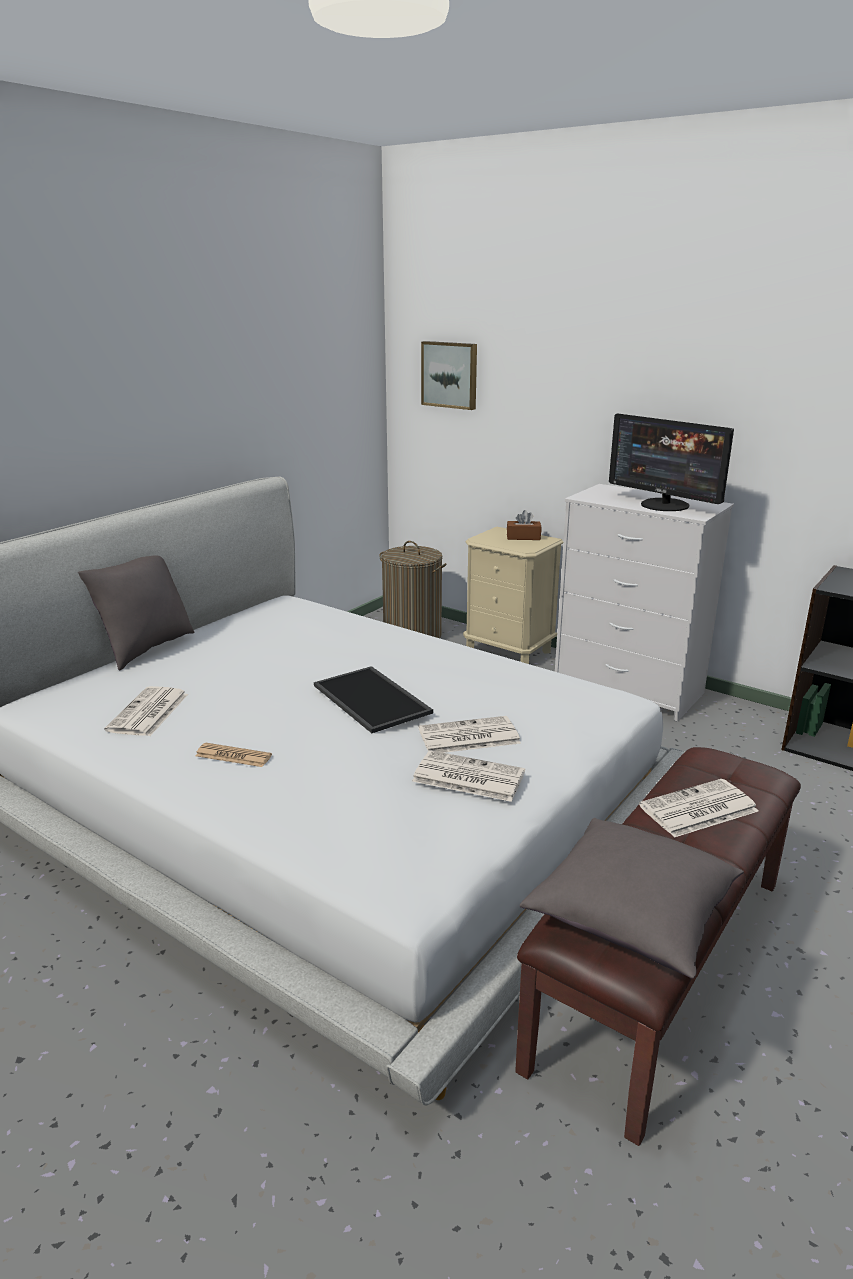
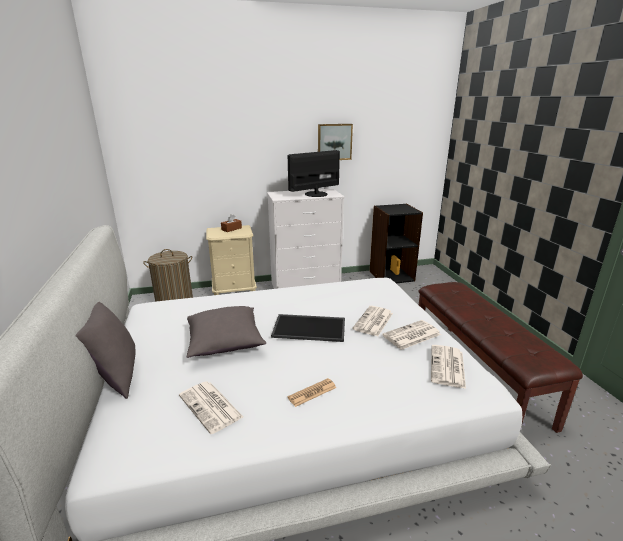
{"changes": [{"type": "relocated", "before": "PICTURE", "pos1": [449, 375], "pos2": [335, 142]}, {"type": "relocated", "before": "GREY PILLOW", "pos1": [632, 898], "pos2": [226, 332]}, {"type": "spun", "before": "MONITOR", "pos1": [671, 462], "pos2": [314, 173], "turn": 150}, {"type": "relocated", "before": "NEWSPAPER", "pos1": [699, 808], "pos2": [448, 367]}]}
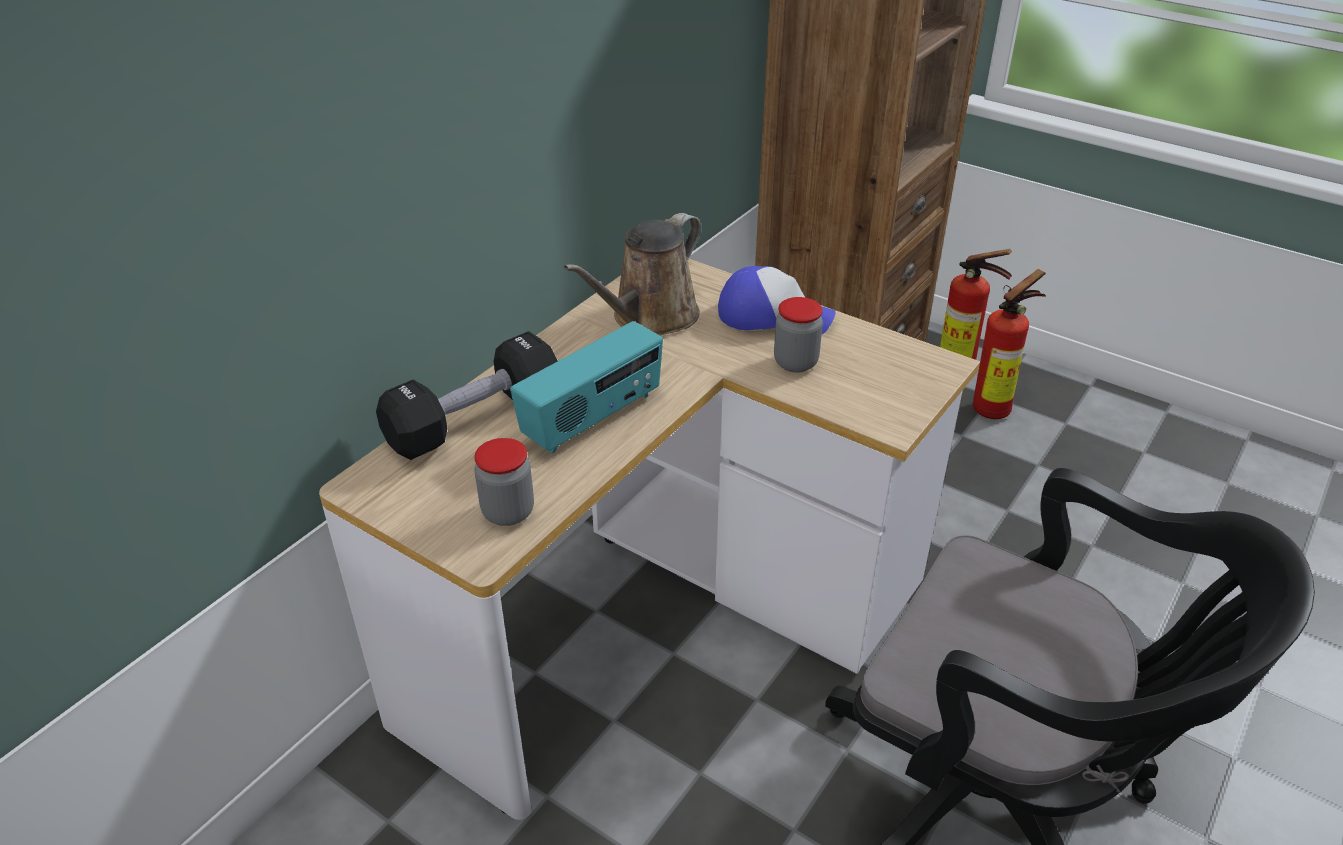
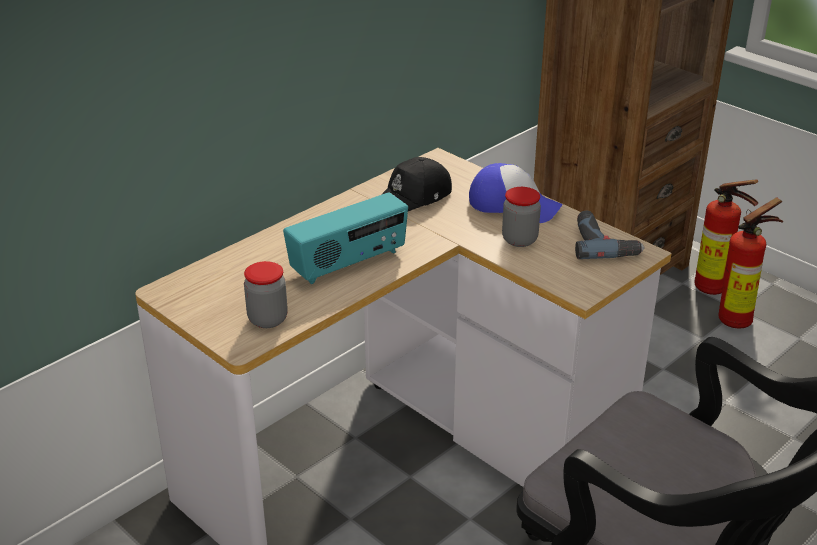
{"changes": [{"type": "missing", "before": "BLACK DUMBBELL", "pos1": [467, 395]}, {"type": "exchanged", "before": "BROWN WATERING CAN", "after": "BLACK CAP", "pos1": [632, 274], "pos2": [416, 184]}, {"type": "appeared", "after": "POWER DRILL", "pos2": [610, 235]}]}
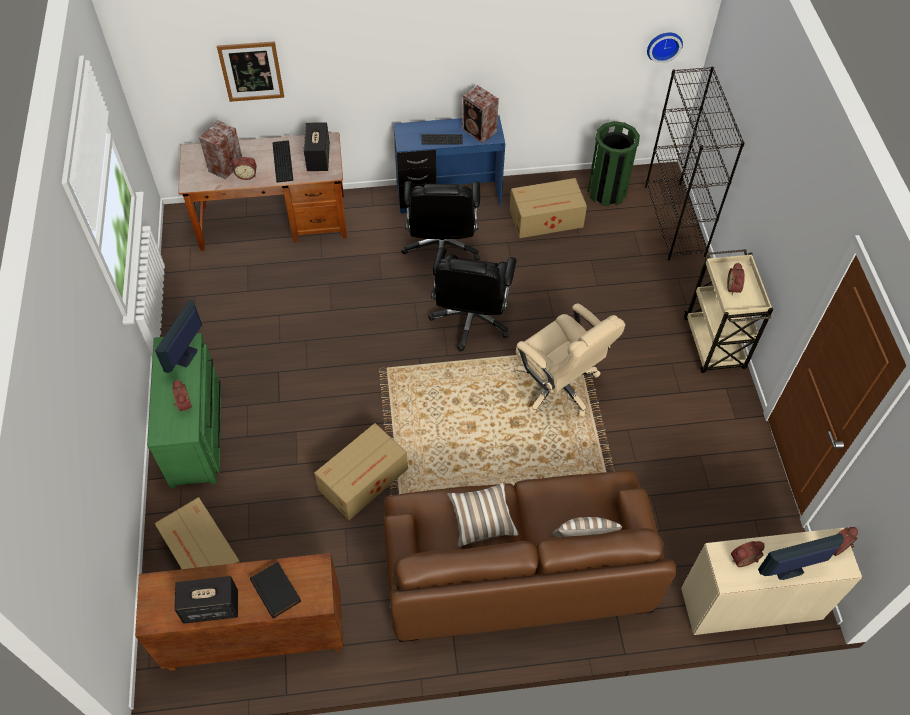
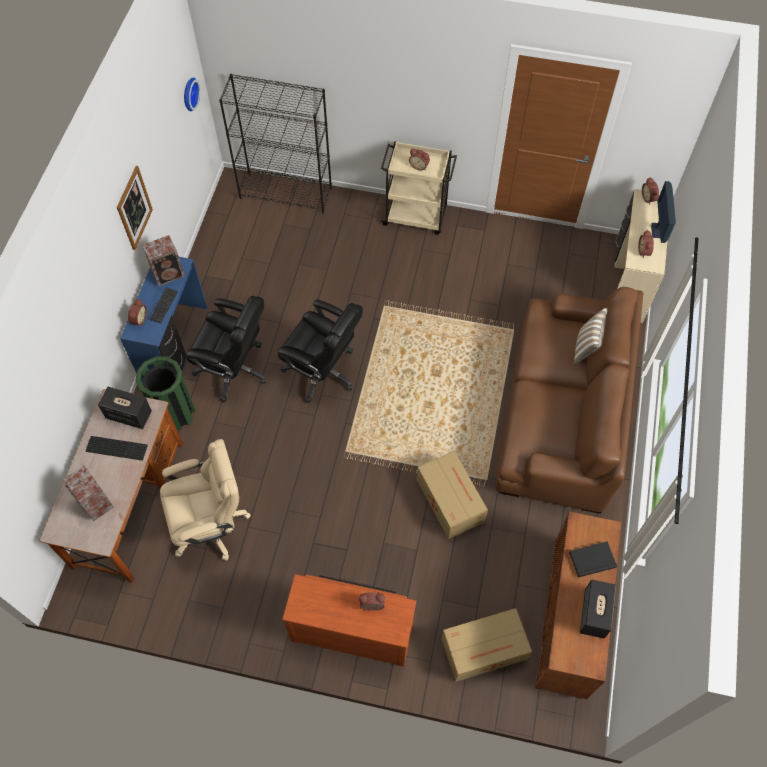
{"changes": [{"type": "colour", "before": "GREEN DRESSER", "after": "BROWN DRESSER", "pos1": [184, 410], "pos2": [349, 620]}, {"type": "missing", "before": "MONITOR", "pos1": [178, 336]}, {"type": "relocated", "before": "PICTURE", "pos1": [250, 71], "pos2": [135, 208]}, {"type": "relocated", "before": "ALARM CLOCK", "pos1": [244, 168], "pos2": [137, 313]}, {"type": "missing", "before": "PILLOW", "pos1": [483, 515]}, {"type": "missing", "before": "CARDBOARD BOX", "pos1": [548, 208]}, {"type": "relocated", "before": "BEIGE OFFICE CHAIR", "pos1": [569, 360], "pos2": [205, 500]}, {"type": "relocated", "before": "GREEN TRASH CAN", "pos1": [613, 164], "pos2": [165, 393]}]}
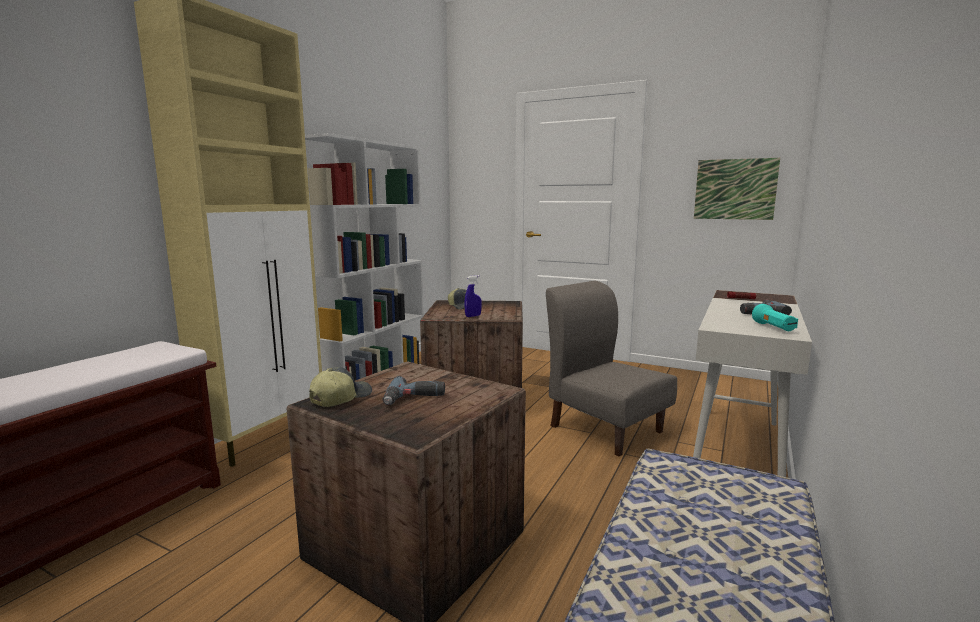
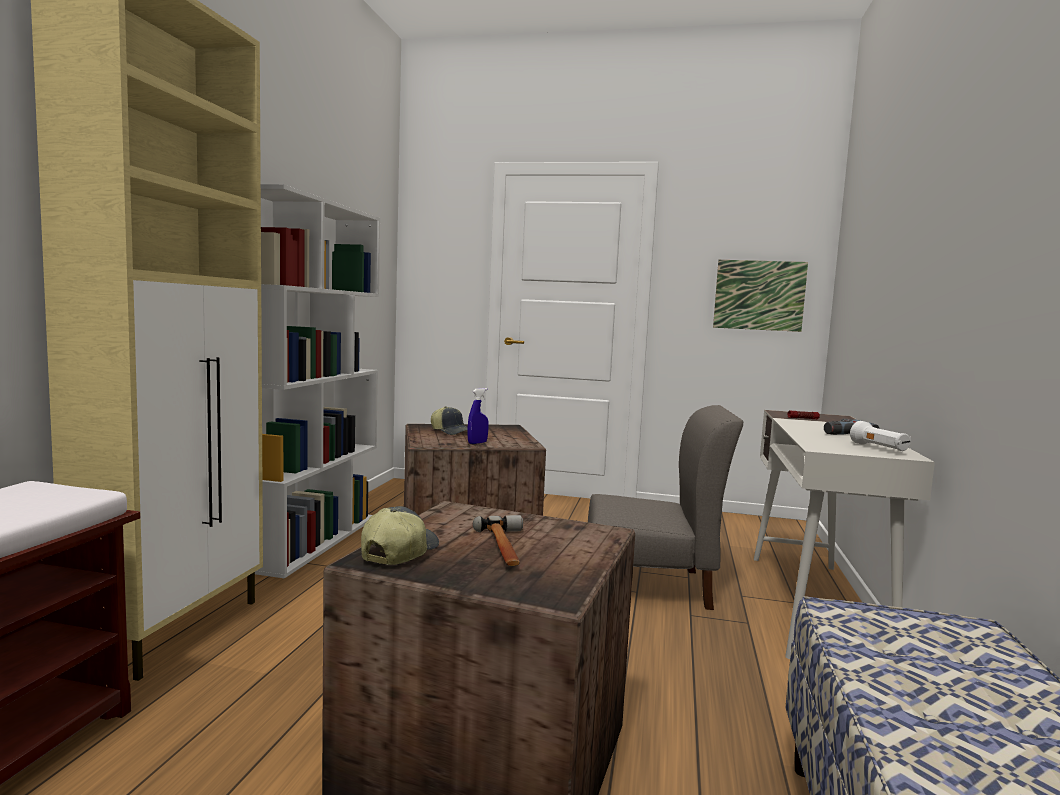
{"changes": [{"type": "exchanged", "before": "POWER DRILL", "after": "HAMMER", "pos1": [414, 390], "pos2": [498, 540]}, {"type": "spun", "before": "GREY CHAIR", "pos1": [611, 368], "pos2": [665, 507], "turn": 150}, {"type": "colour", "before": "TURQUOISE FLASHLIGHT", "after": "WHITE FLASHLIGHT", "pos1": [775, 317], "pos2": [880, 436]}]}
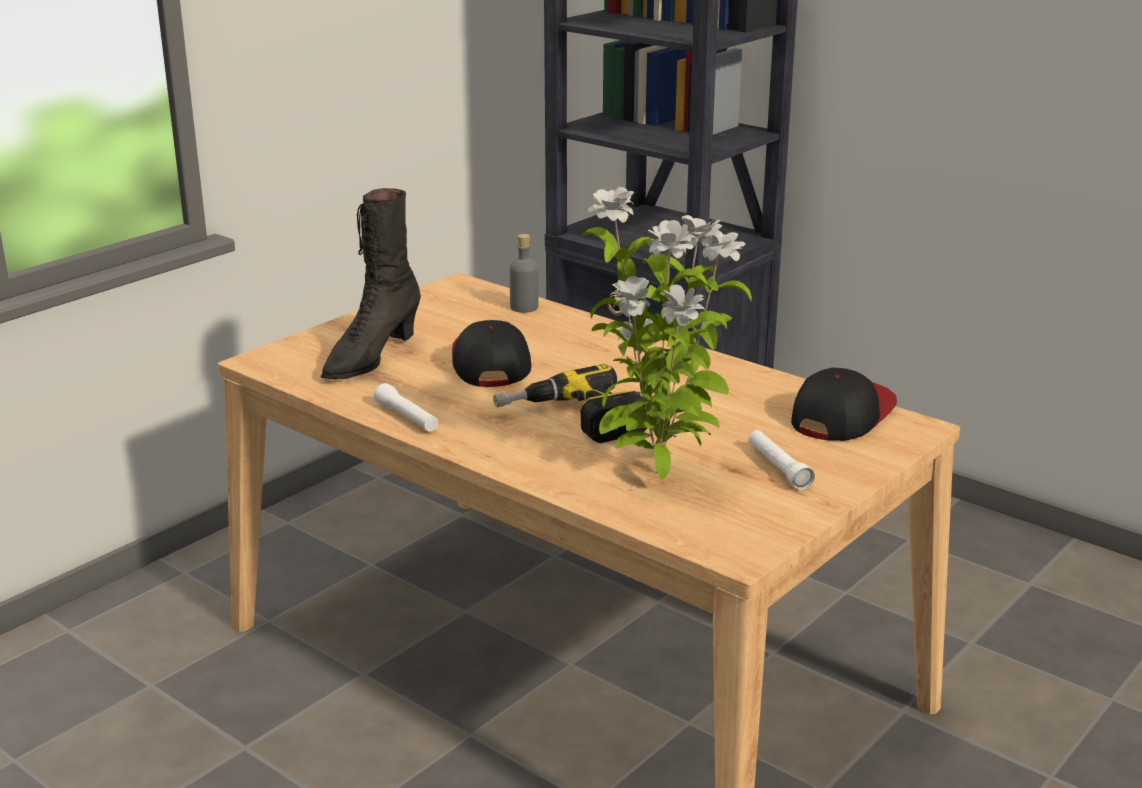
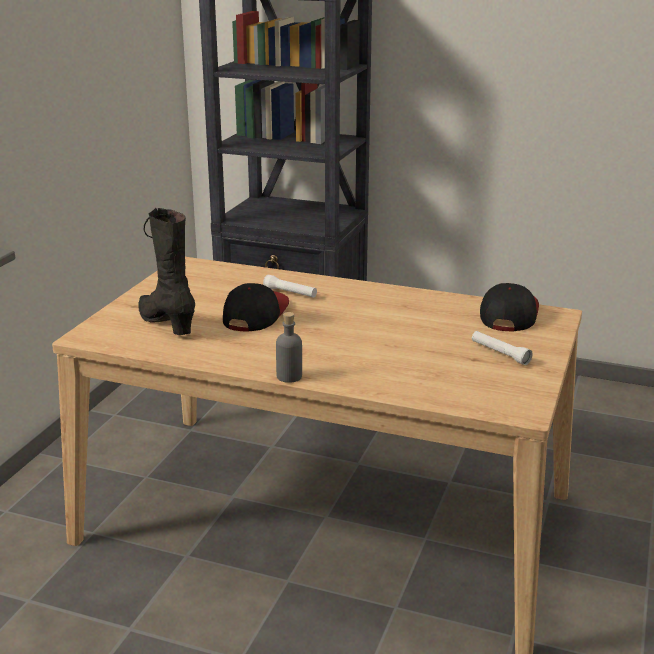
{"changes": [{"type": "spun", "before": "BLACK BOOT", "pos1": [371, 284], "pos2": [167, 271], "turn": 135}, {"type": "relocated", "before": "WHITE FLASHLIGHT", "pos1": [406, 407], "pos2": [290, 286]}, {"type": "spun", "before": "CAP", "pos1": [491, 353], "pos2": [256, 307], "turn": 45}, {"type": "missing", "before": "POWER DRILL", "pos1": [571, 403]}, {"type": "relocated", "before": "GREY BOTTLE", "pos1": [524, 273], "pos2": [289, 347]}, {"type": "missing", "before": "POTTED PLANT", "pos1": [666, 333]}]}
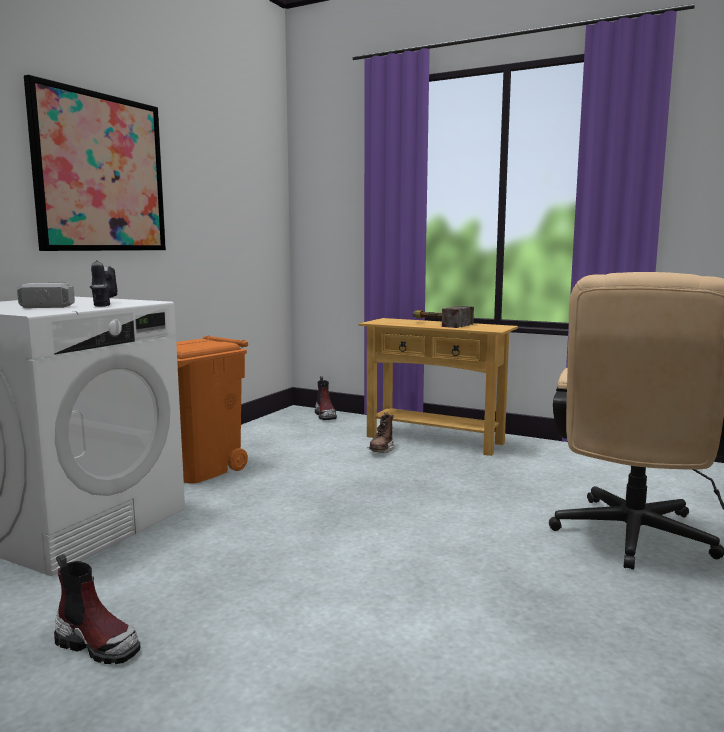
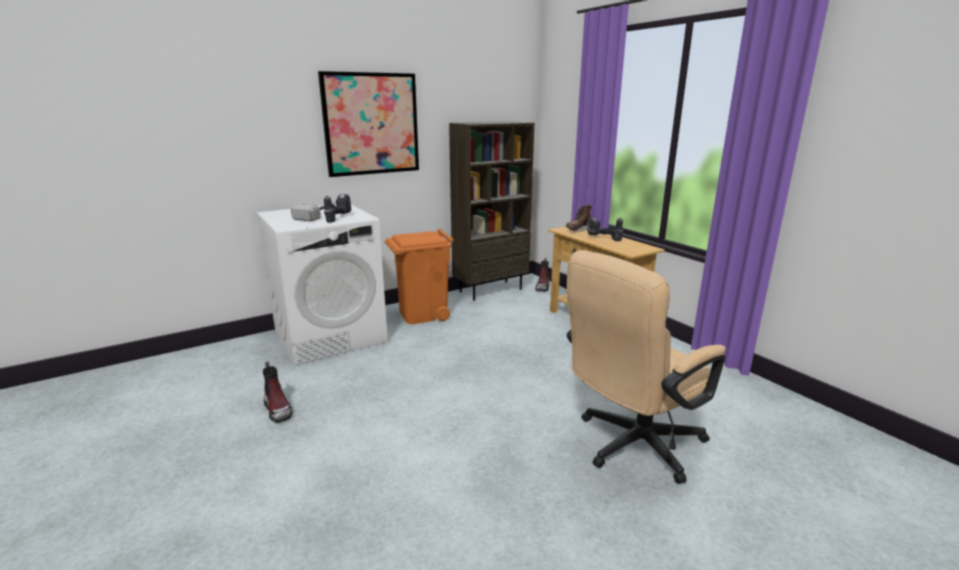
{"changes": [{"type": "relocated", "before": "BROWN BOOT", "pos1": [381, 433], "pos2": [579, 218]}, {"type": "exchanged", "before": "HAMMER", "after": "POWER DRILL", "pos1": [443, 317], "pos2": [605, 229]}, {"type": "appeared", "after": "BROWN BOOKCASE", "pos2": [491, 211]}]}
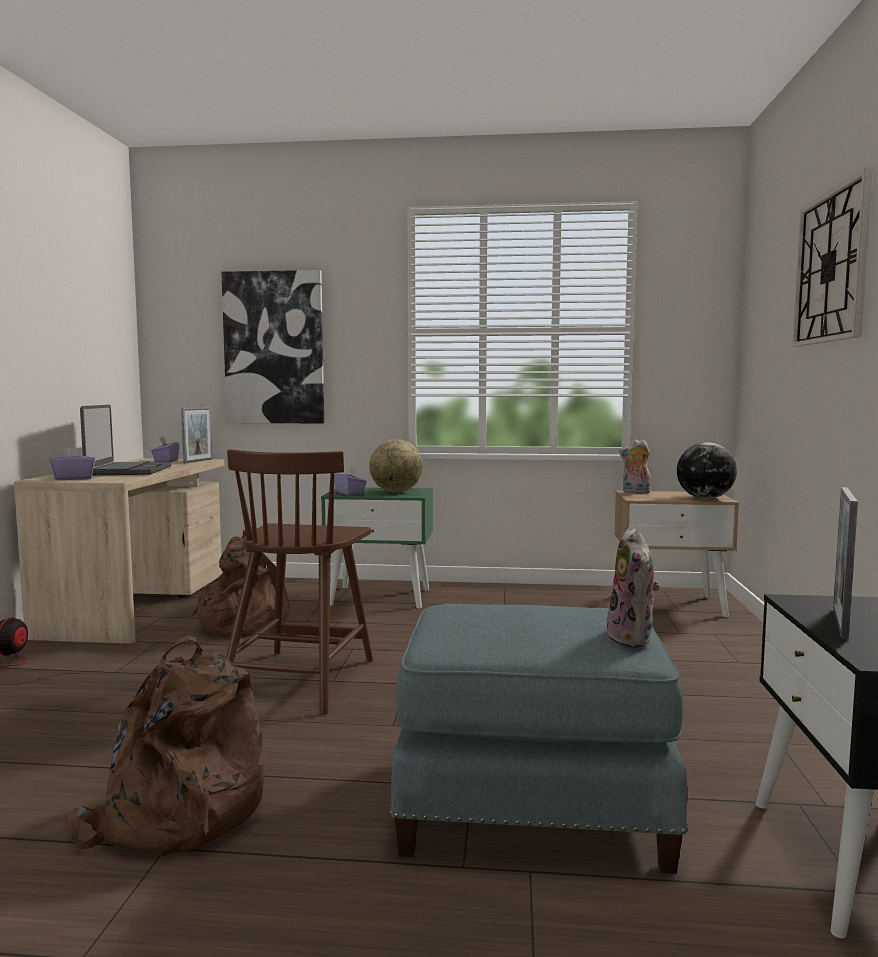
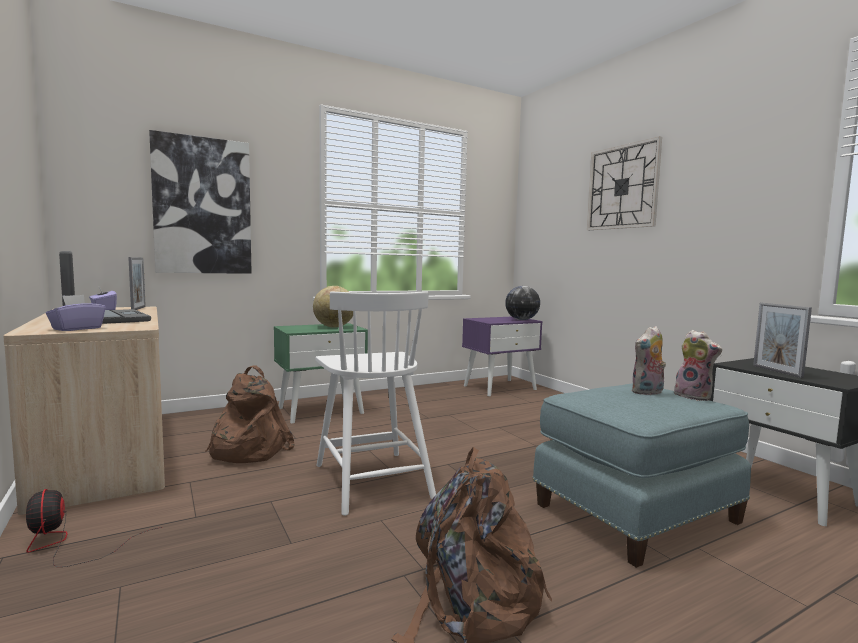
{"changes": [{"type": "colour", "before": "BROWN CHAIR", "after": "WHITE CHAIR", "pos1": [299, 582], "pos2": [376, 403]}, {"type": "missing", "before": "PURPLE TISSUE BOX", "pos1": [350, 481]}, {"type": "colour", "before": "BEIGE NIGHTSTAND", "after": "PURPLE NIGHTSTAND", "pos1": [676, 554], "pos2": [502, 356]}, {"type": "relocated", "before": "PLUSH TOY", "pos1": [635, 466], "pos2": [649, 360]}]}
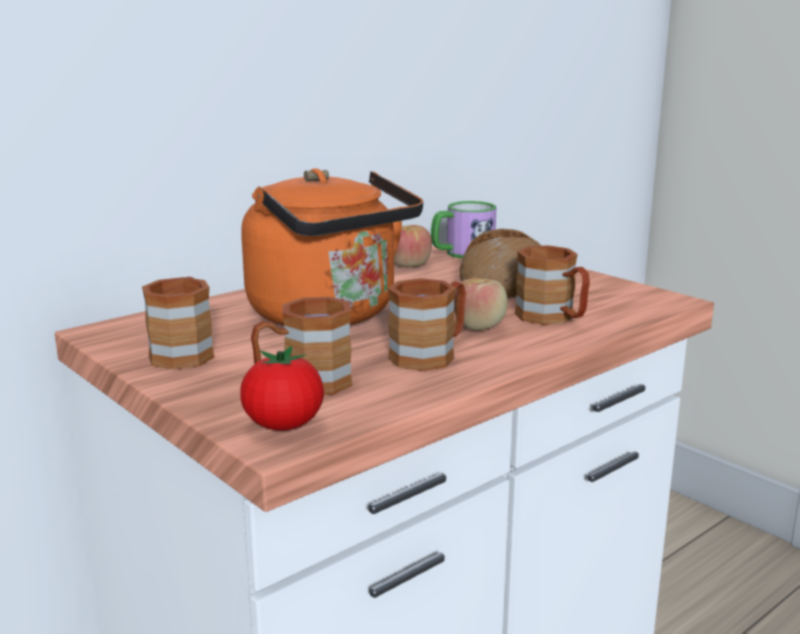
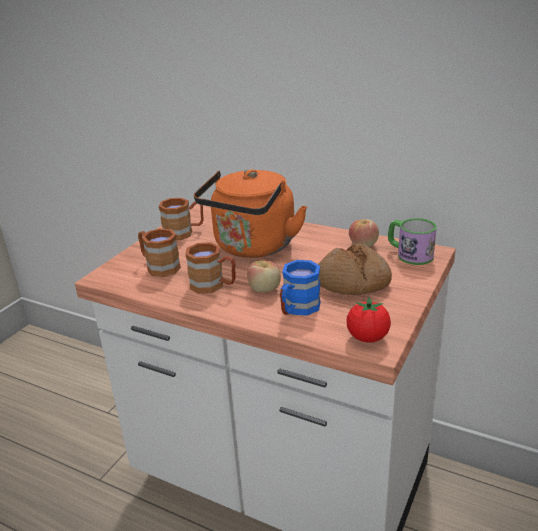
{"changes": [{"type": "relocated", "before": "TOMATO", "pos1": [282, 388], "pos2": [369, 320]}, {"type": "colour", "before": "BROWN MUG", "after": "BLUE MUG", "pos1": [552, 285], "pos2": [300, 288]}]}
